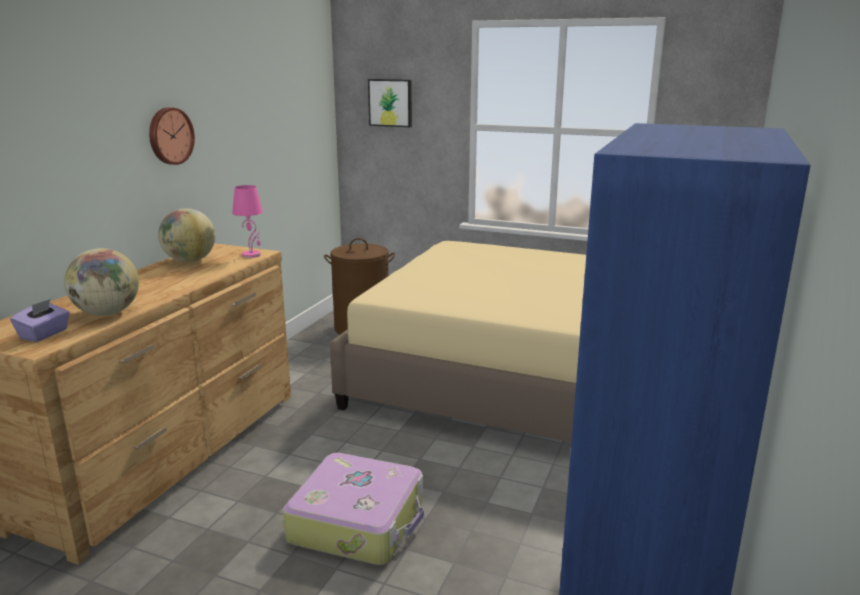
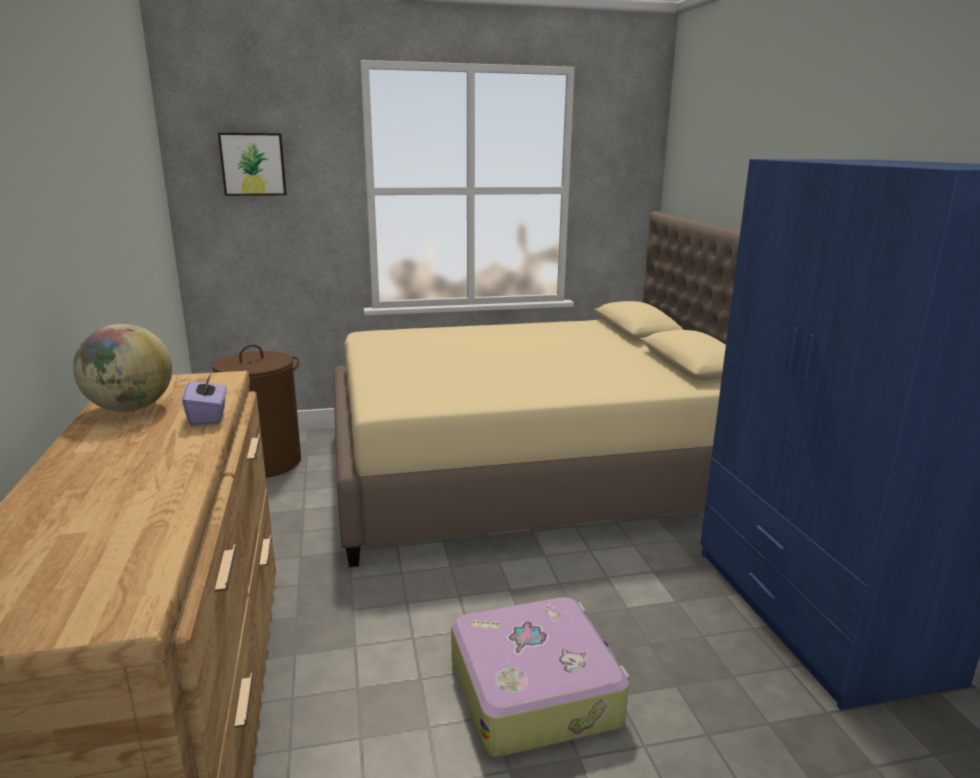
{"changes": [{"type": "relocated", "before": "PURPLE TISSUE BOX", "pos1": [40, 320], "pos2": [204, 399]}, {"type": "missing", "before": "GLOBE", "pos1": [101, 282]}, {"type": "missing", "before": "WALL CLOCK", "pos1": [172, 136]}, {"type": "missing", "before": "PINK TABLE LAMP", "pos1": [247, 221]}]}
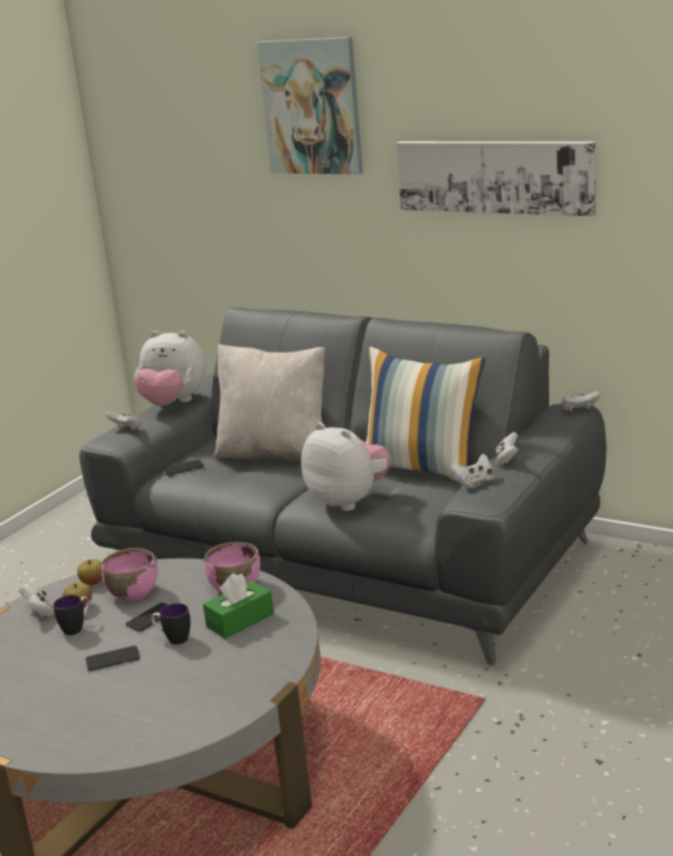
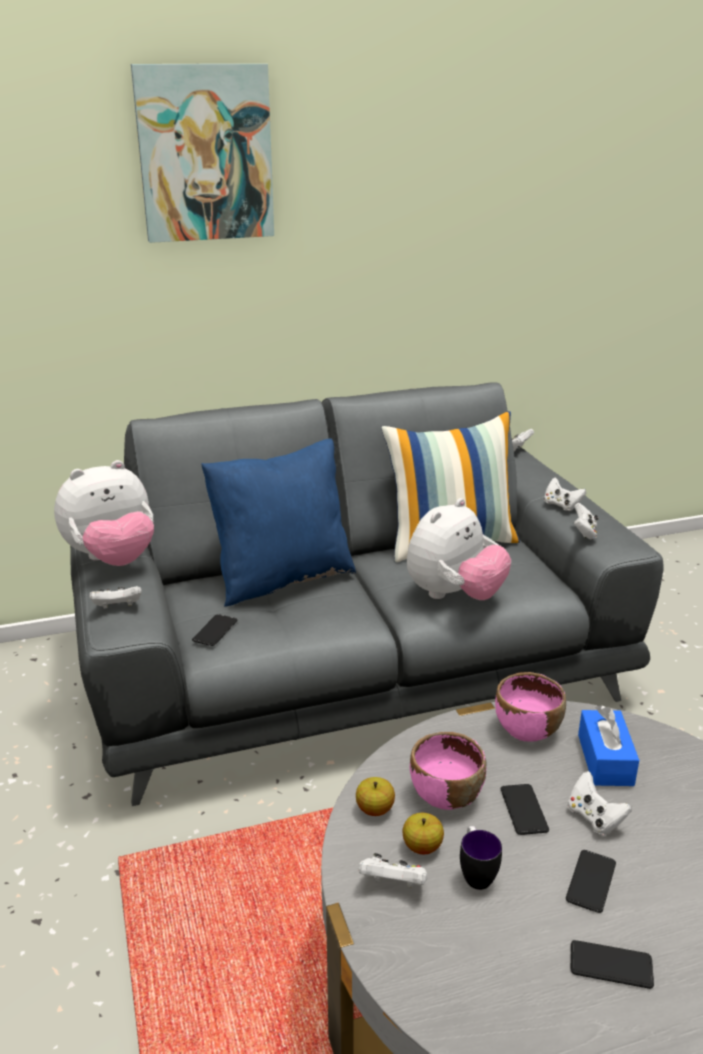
{"changes": [{"type": "exchanged", "before": "MUG", "after": "WHITE GAME CONTROLLER", "pos1": [170, 624], "pos2": [600, 803]}, {"type": "colour", "before": "GREEN TISSUE BOX", "after": "BLUE TISSUE BOX", "pos1": [238, 606], "pos2": [608, 745]}, {"type": "colour", "before": "BEIGE PILLOW", "after": "BLUE PILLOW", "pos1": [269, 402], "pos2": [278, 523]}, {"type": "spun", "before": "PLUSH TOY", "pos1": [346, 466], "pos2": [459, 549], "turn": 135}, {"type": "missing", "before": "PICTURE", "pos1": [496, 178]}, {"type": "appeared", "after": "PHONE", "pos2": [612, 964]}]}
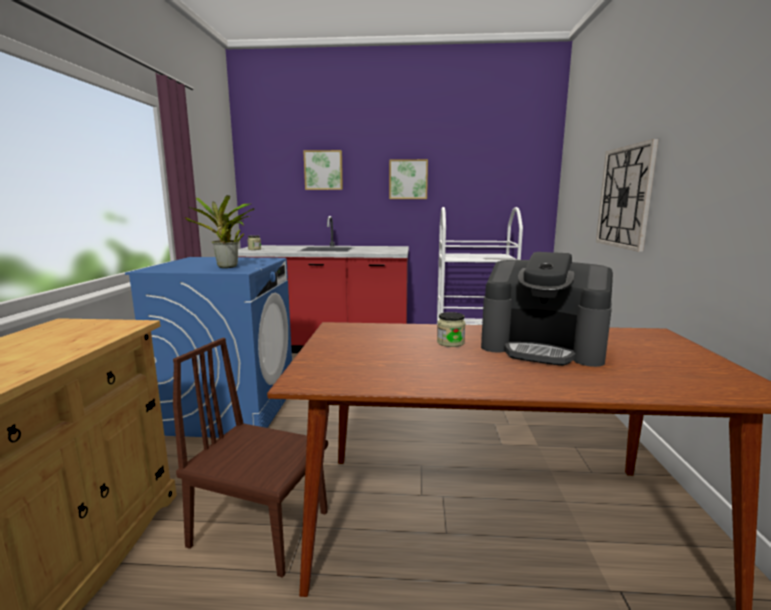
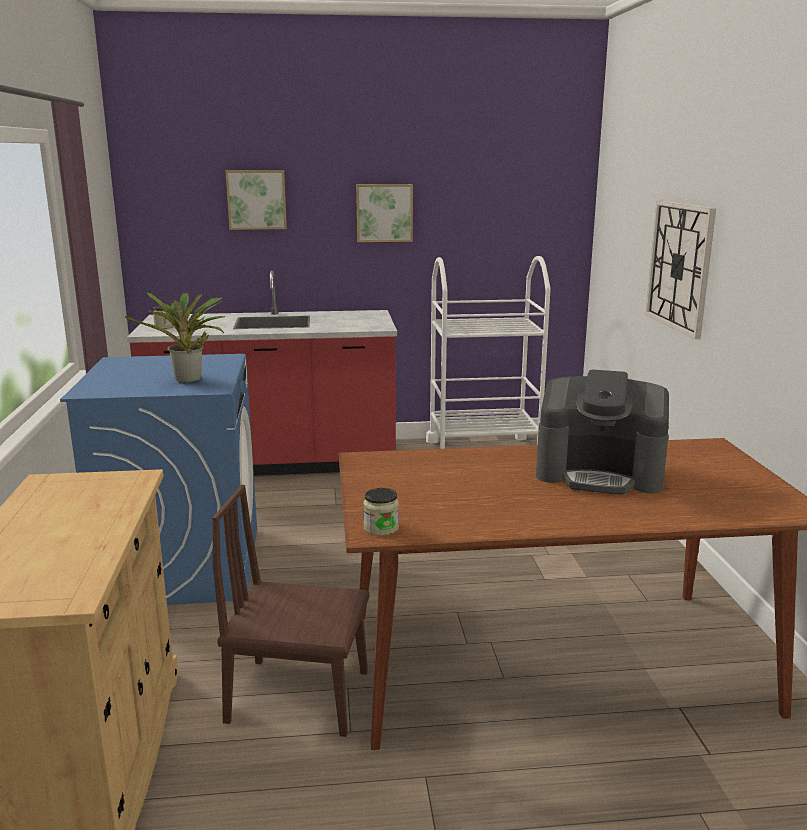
{"changes": [{"type": "relocated", "before": "JAR", "pos1": [451, 329], "pos2": [381, 512]}]}
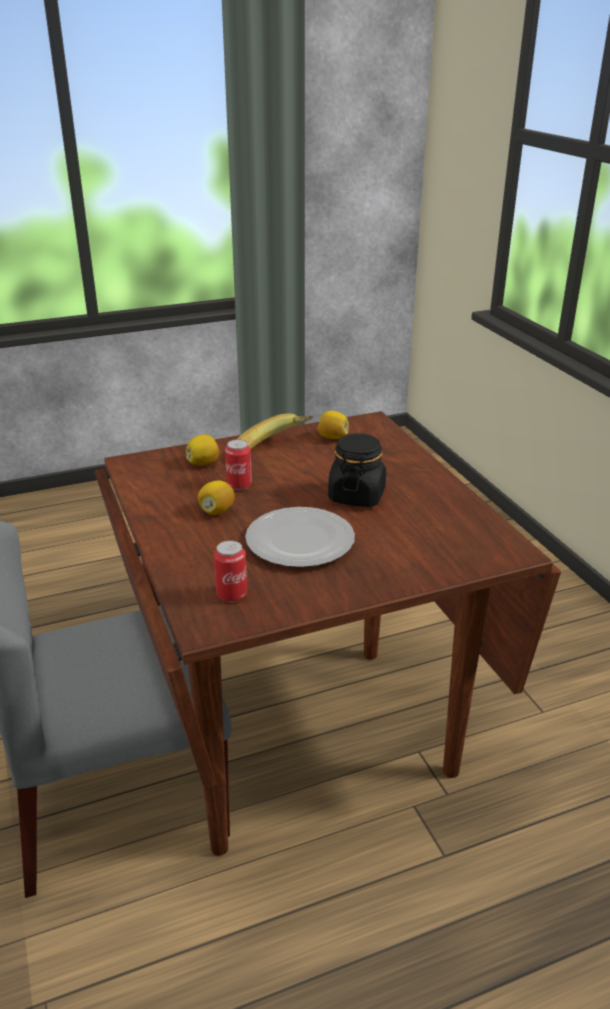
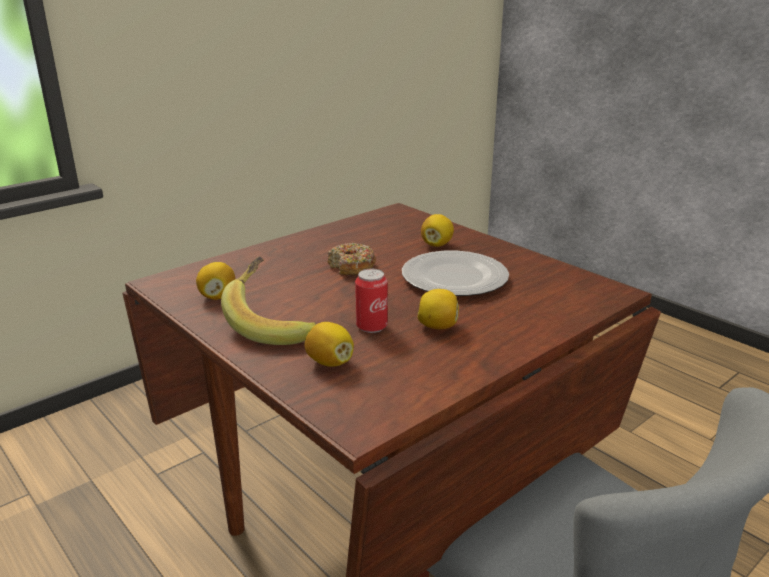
{"changes": [{"type": "missing", "before": "CAN", "pos1": [230, 571]}, {"type": "exchanged", "before": "BLACK JAR", "after": "DONUT", "pos1": [357, 470], "pos2": [352, 259]}, {"type": "appeared", "after": "LEMON", "pos2": [437, 230]}]}
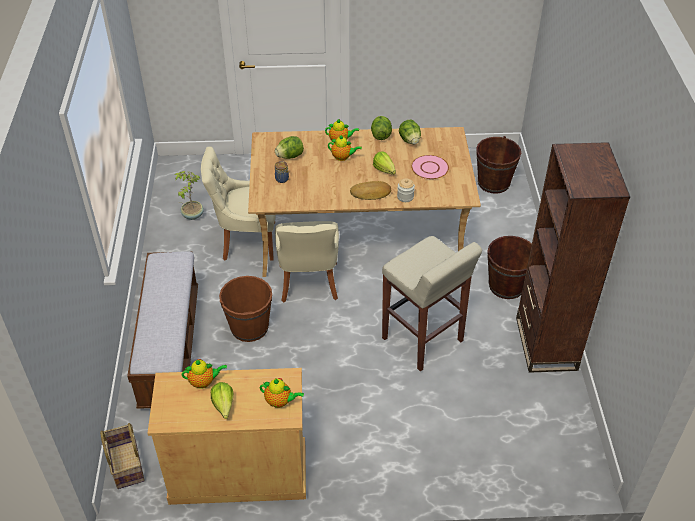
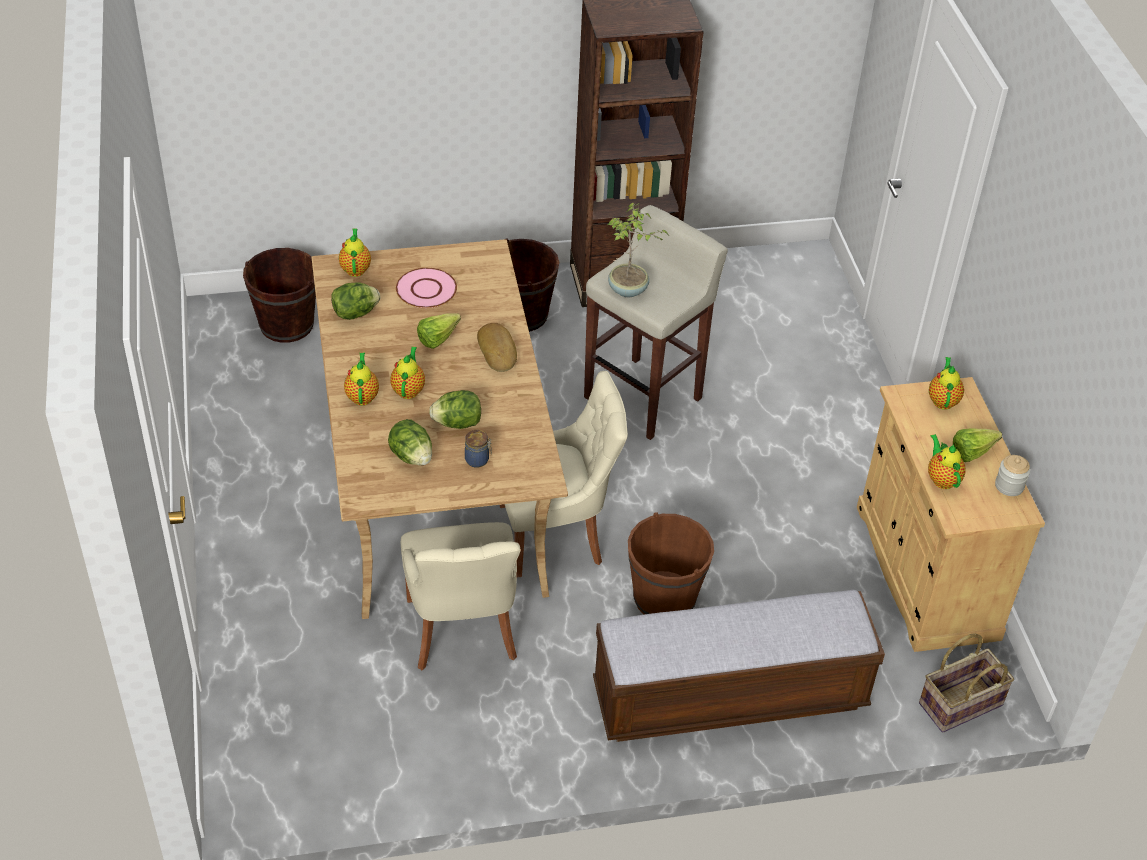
{"changes": [{"type": "relocated", "before": "POTTED PLANT", "pos1": [189, 195], "pos2": [638, 250]}, {"type": "relocated", "before": "LETTUCE", "pos1": [381, 128], "pos2": [455, 409]}, {"type": "relocated", "before": "JAR", "pos1": [406, 190], "pos2": [1012, 475]}, {"type": "appeared", "after": "TEAPOT", "pos2": [355, 252]}]}
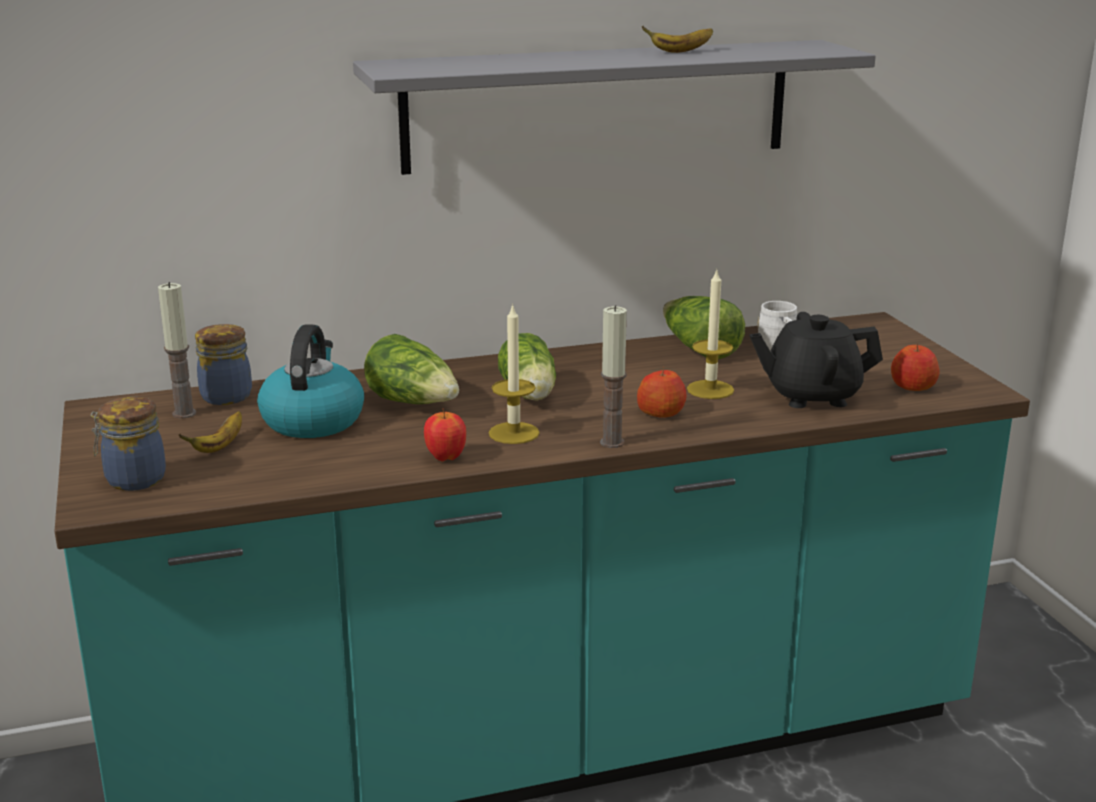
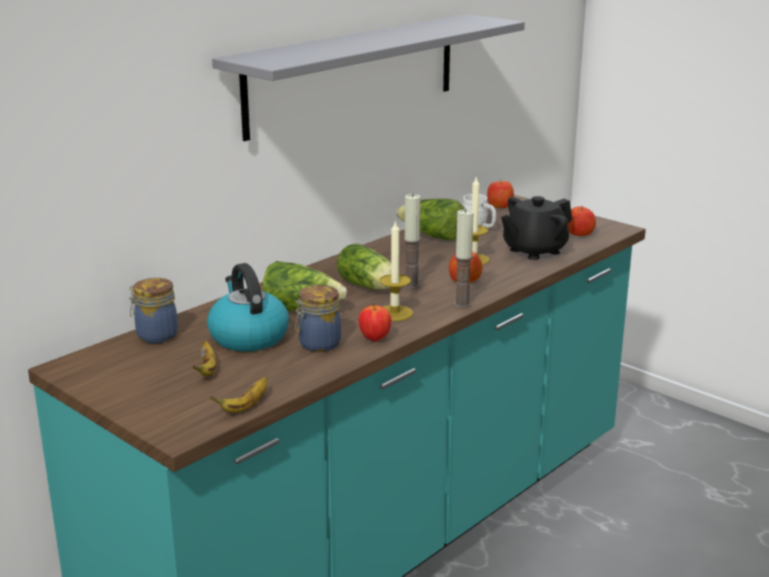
{"changes": [{"type": "relocated", "before": "JAR", "pos1": [128, 444], "pos2": [318, 318]}, {"type": "relocated", "before": "CANDLE", "pos1": [177, 350], "pos2": [412, 241]}, {"type": "relocated", "before": "BANANA", "pos1": [677, 39], "pos2": [238, 395]}, {"type": "appeared", "after": "APPLE", "pos2": [500, 193]}]}
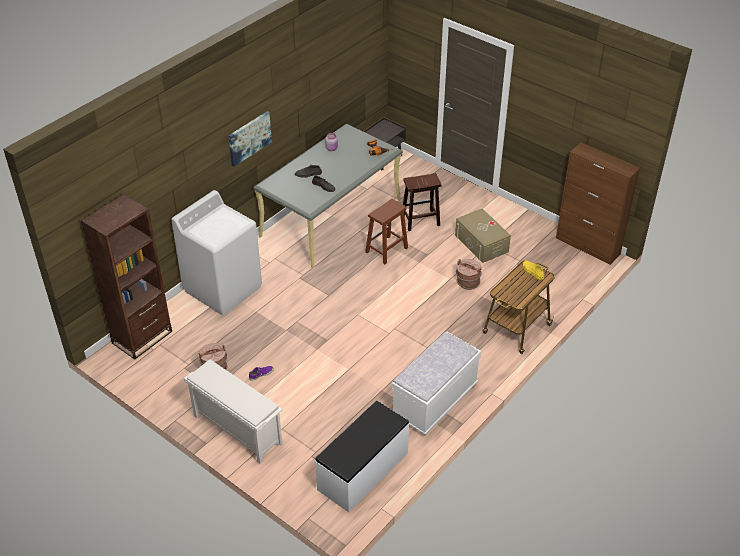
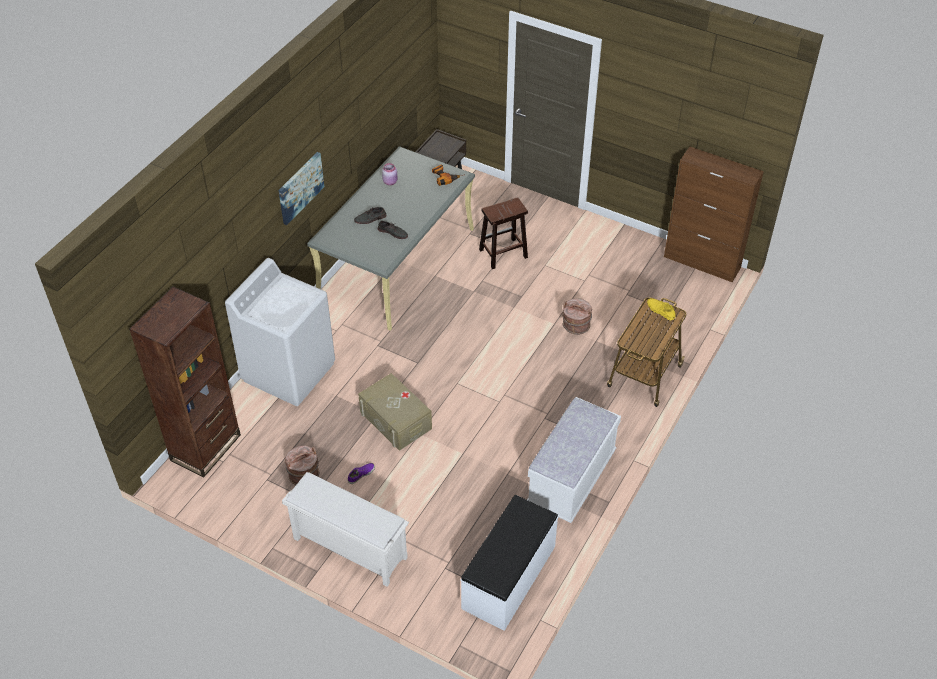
{"changes": [{"type": "missing", "before": "BROWN STOOL", "pos1": [386, 231]}, {"type": "relocated", "before": "BEIGE STORAGE BOX", "pos1": [483, 235], "pos2": [395, 412]}]}
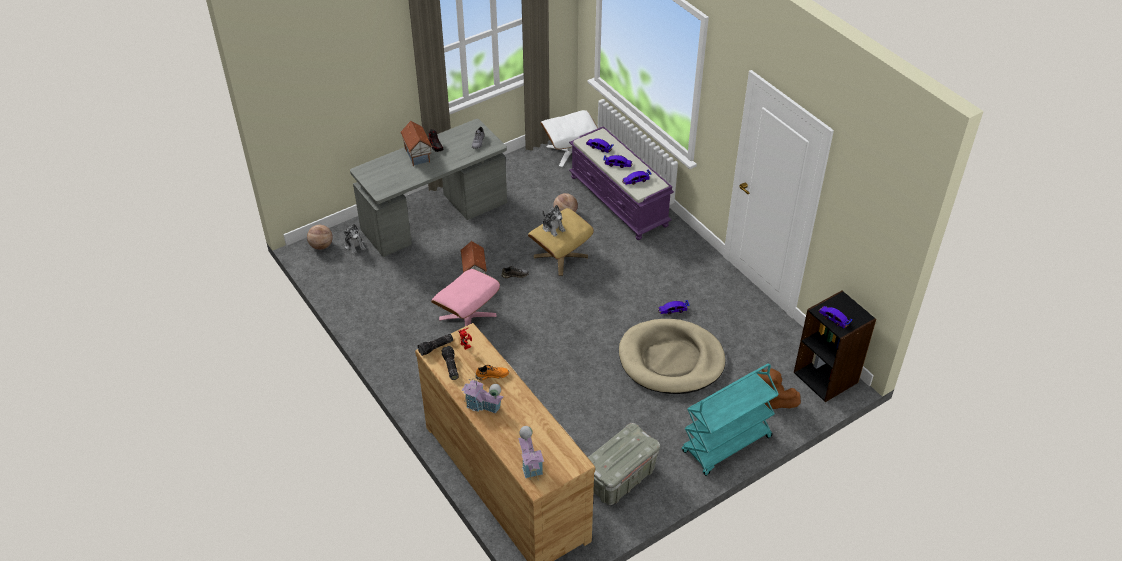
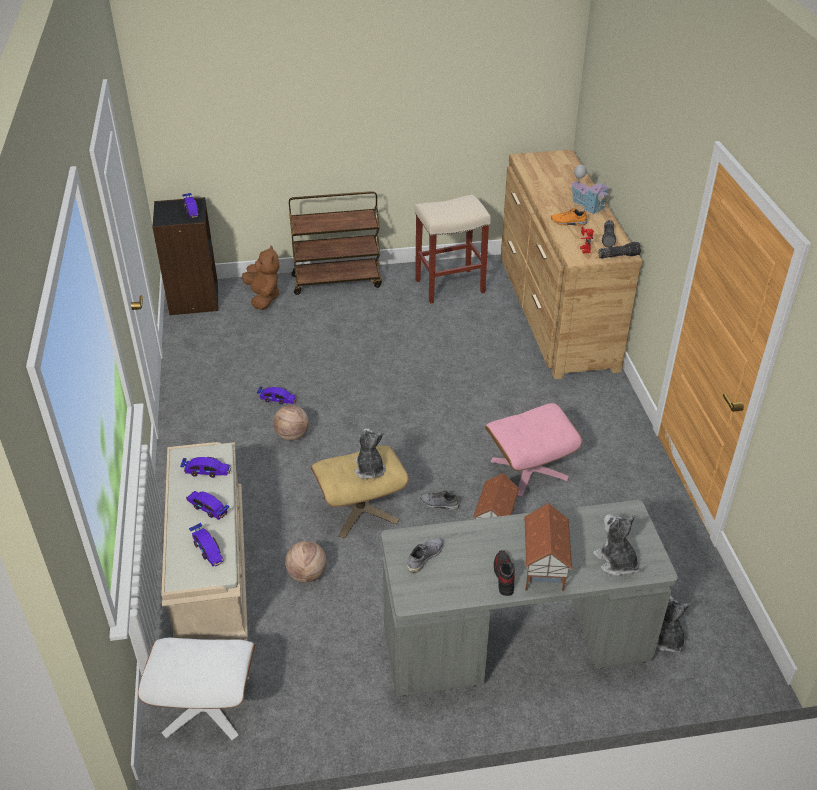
{"changes": [{"type": "relocated", "before": "BASKETBALL", "pos1": [320, 237], "pos2": [291, 423]}, {"type": "missing", "before": "TOY HOUSE", "pos1": [531, 453]}, {"type": "colour", "before": "PURPLE BENCH", "after": "BEIGE BENCH", "pos1": [621, 183], "pos2": [204, 541]}, {"type": "exchanged", "before": "GREY STORAGE BOX", "after": "BEIGE STOOL", "pos1": [624, 464], "pos2": [453, 249]}, {"type": "missing", "before": "BEIGE DOG BED", "pos1": [672, 356]}, {"type": "colour", "before": "TURQUOISE CART", "after": "BROWN CART", "pos1": [730, 419], "pos2": [335, 243]}, {"type": "appeared", "after": "PLUSH TOY", "pos2": [616, 545]}]}
